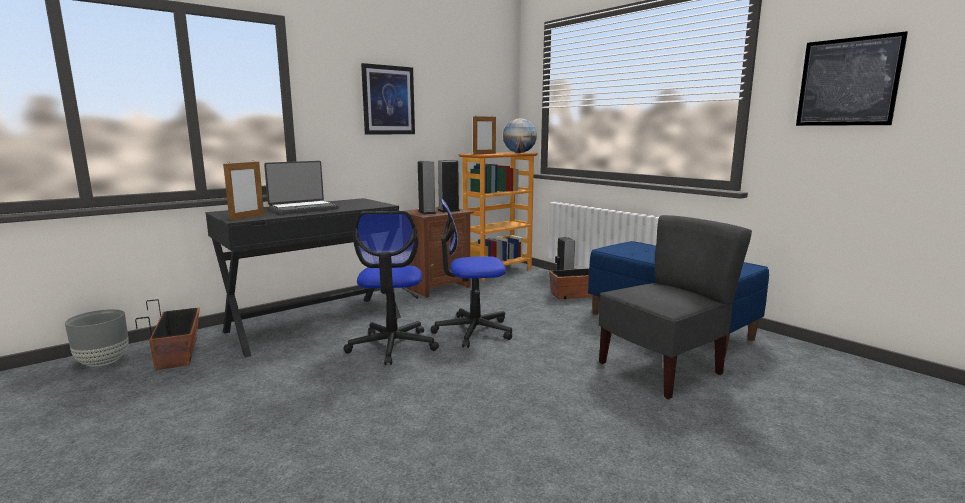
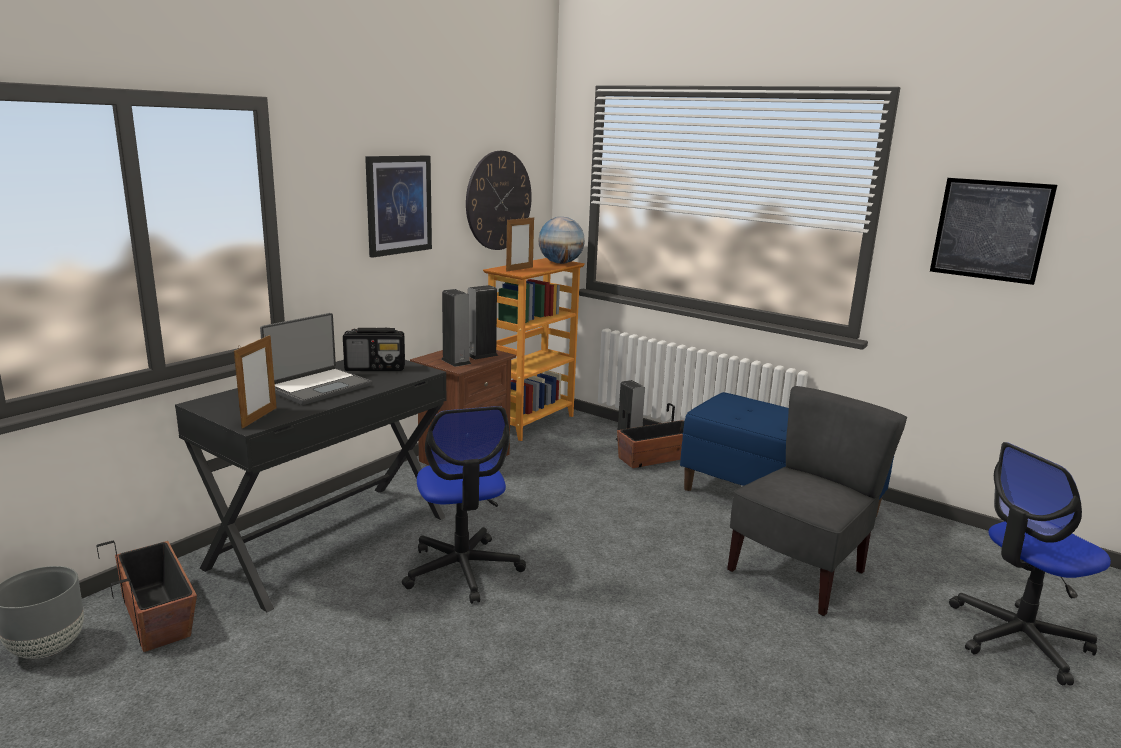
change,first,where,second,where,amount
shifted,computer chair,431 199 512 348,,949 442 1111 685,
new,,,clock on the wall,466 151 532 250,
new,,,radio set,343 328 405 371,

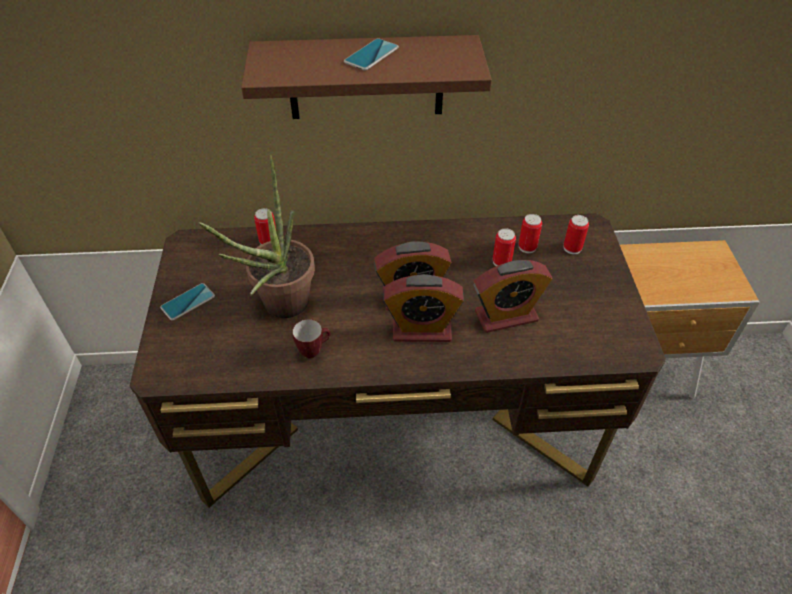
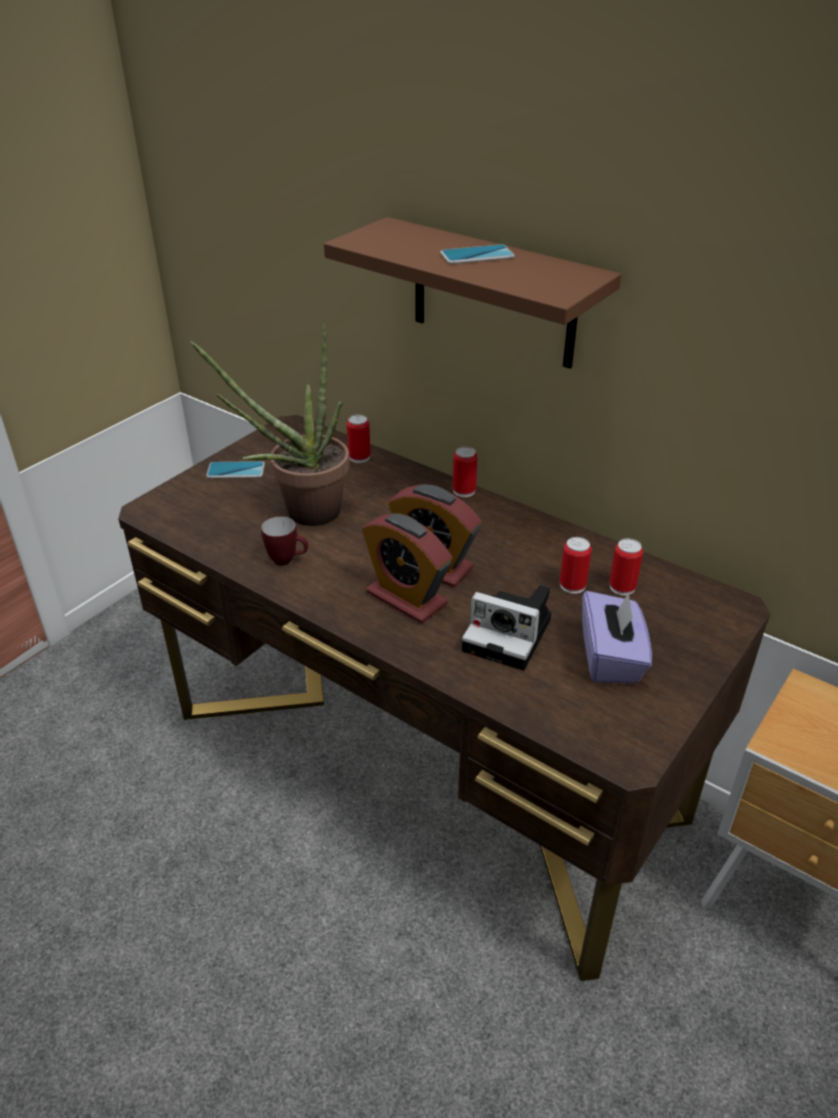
change,first,where,second,where,amount
shifted,can,563 215 589 254,,453 446 478 497,
swapped,table clock,473 260 553 333,photo camera,462 585 552 671,
new,,,box of tissues (purple-coloured),582 591 652 683,

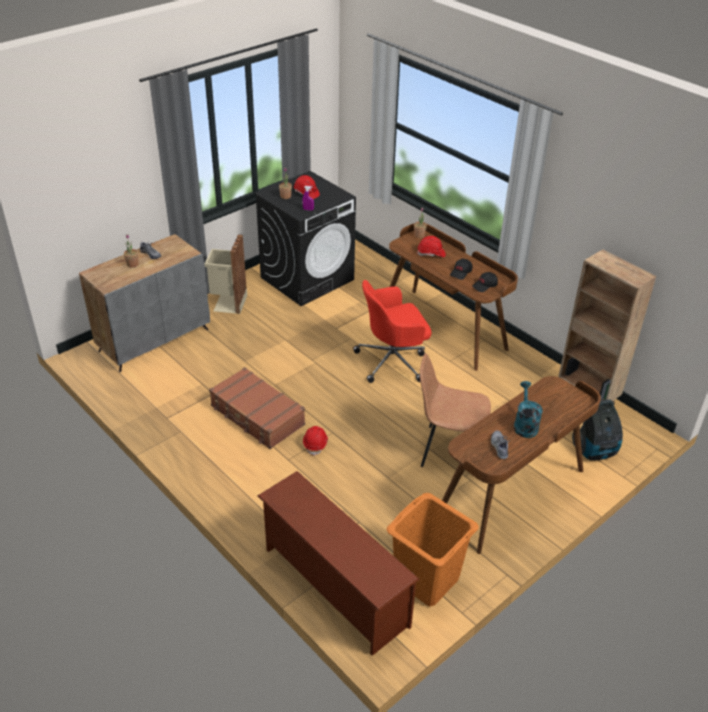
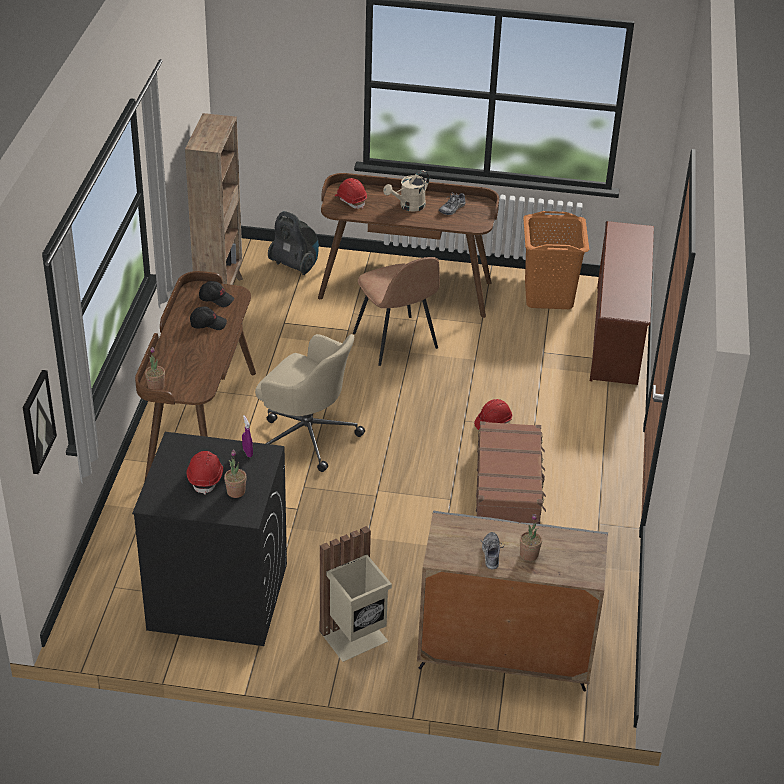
change,first,where,second,where,amount
shifted,work helmet (reddish),417 236 446 257,,334 178 367 209,
repainted,computer chair (reddish),353 280 431 383,computer chair (beige),255 334 365 472,
repainted,watering pot (turquoise-coloured),514 381 543 438,watering pot (beige),383 170 429 212,
new,,,wall picture,23 370 57 474,

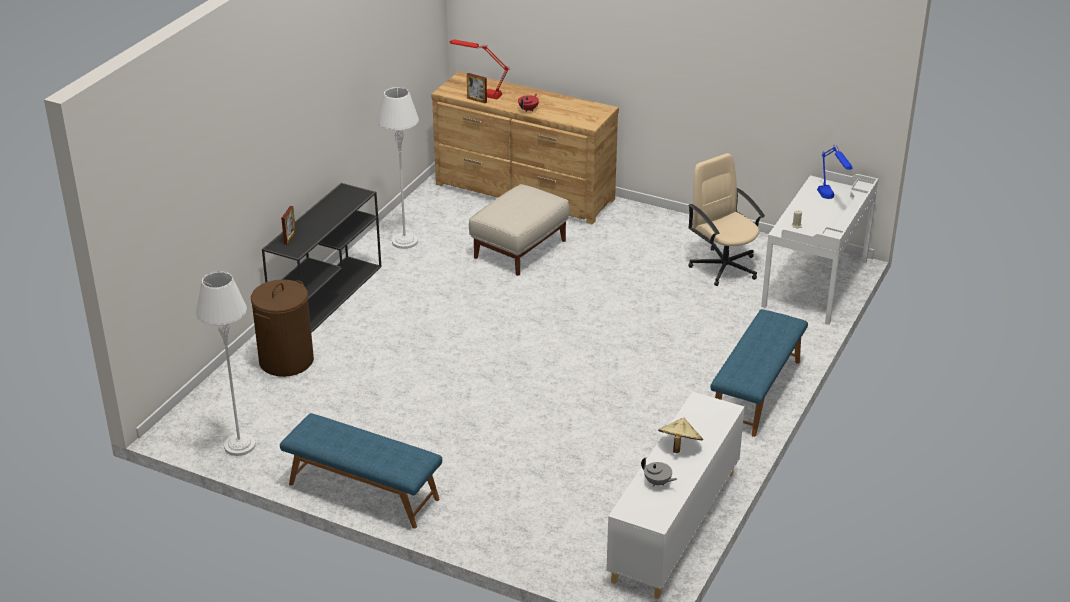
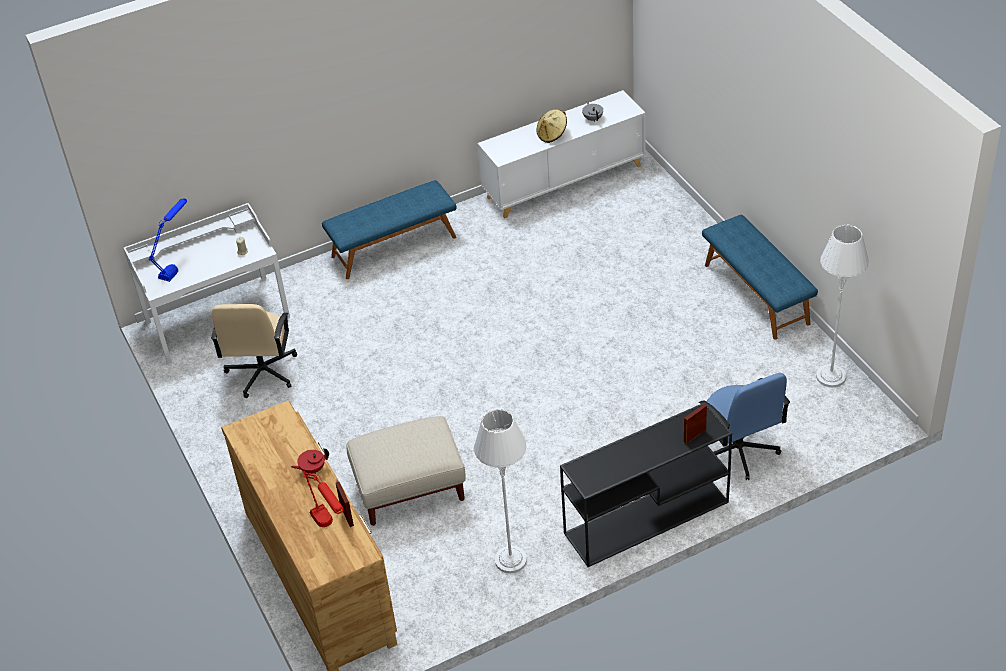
change,first,where,second,where,amount
swapped,washing basket (brown-coloured),251 279 314 377,computer chair (bluish),699 373 790 480,

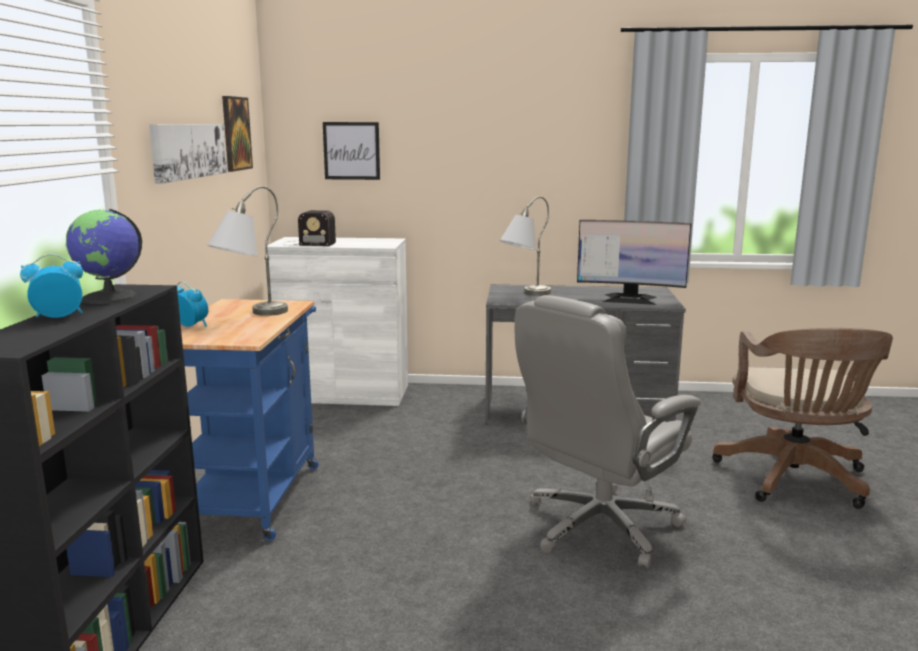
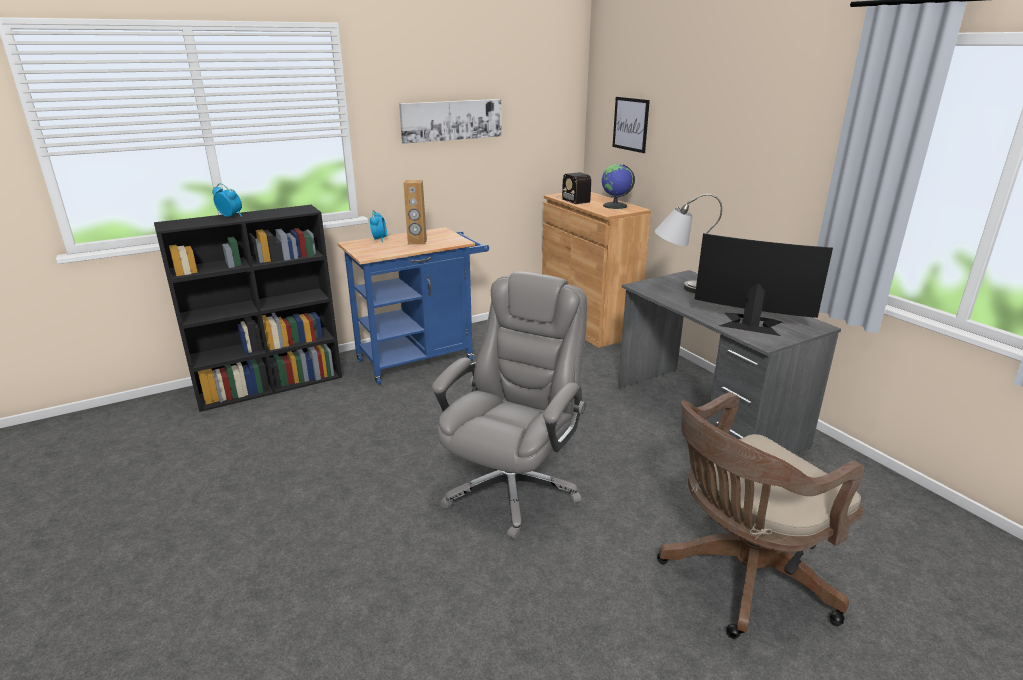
change,first,where,second,where,amount
gone,wall picture,222 96 253 172,,,
swapped,table lamp (grey),207 186 288 316,loudspeaker (brown-coloured),404 180 427 245,
shifted,globe,66 209 142 304,,602 164 635 209,
rotated,computer screen,577 220 691 305,,695 233 833 336,135 degrees clockwise
repainted,cabinet (white),264 237 408 406,cabinet (brown-coloured),542 192 651 348,
rotated,computer chair (grey),515 295 701 568,,432 271 587 540,105 degrees clockwise

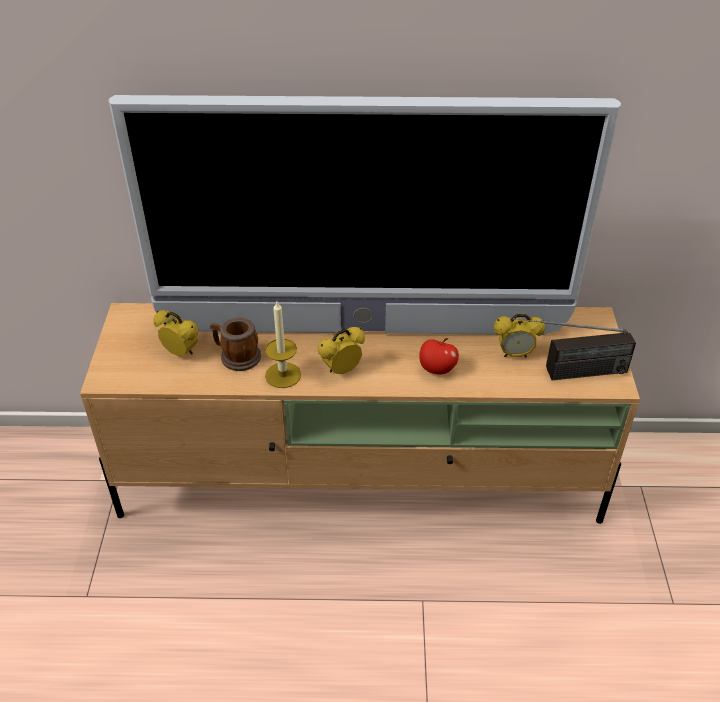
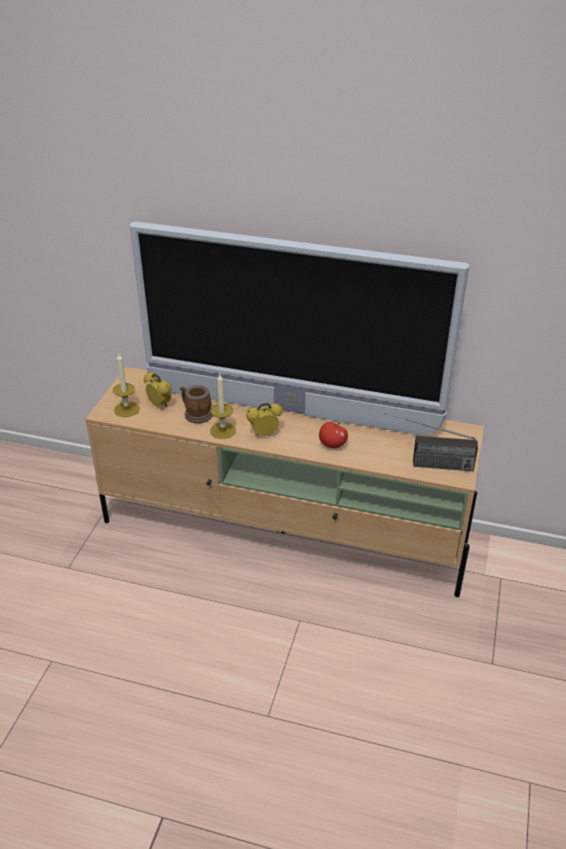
change,first,where,second,where,amount
gone,table clock,494 314 545 358,,,
new,,,candle,113 354 139 417,

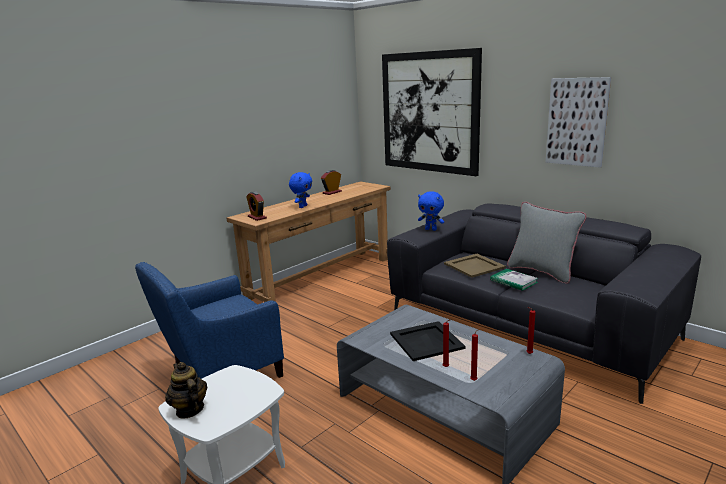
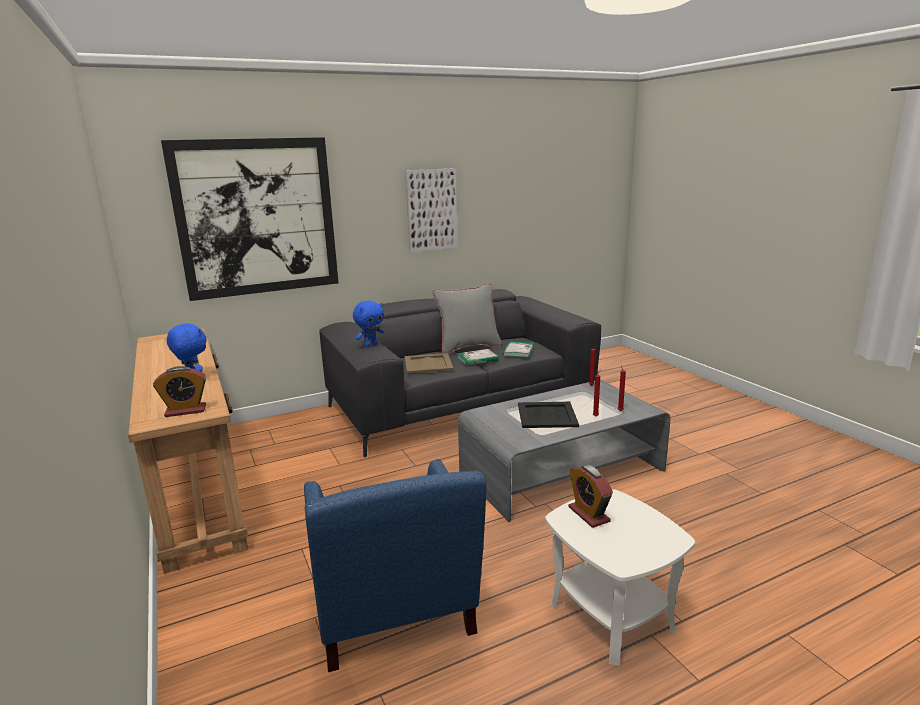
change,first,where,second,where,amount
shifted,table clock,321 170 342 195,,568 465 613 528,
gone,teapot,165 362 207 418,,,
new,,,volume,503 341 534 358,

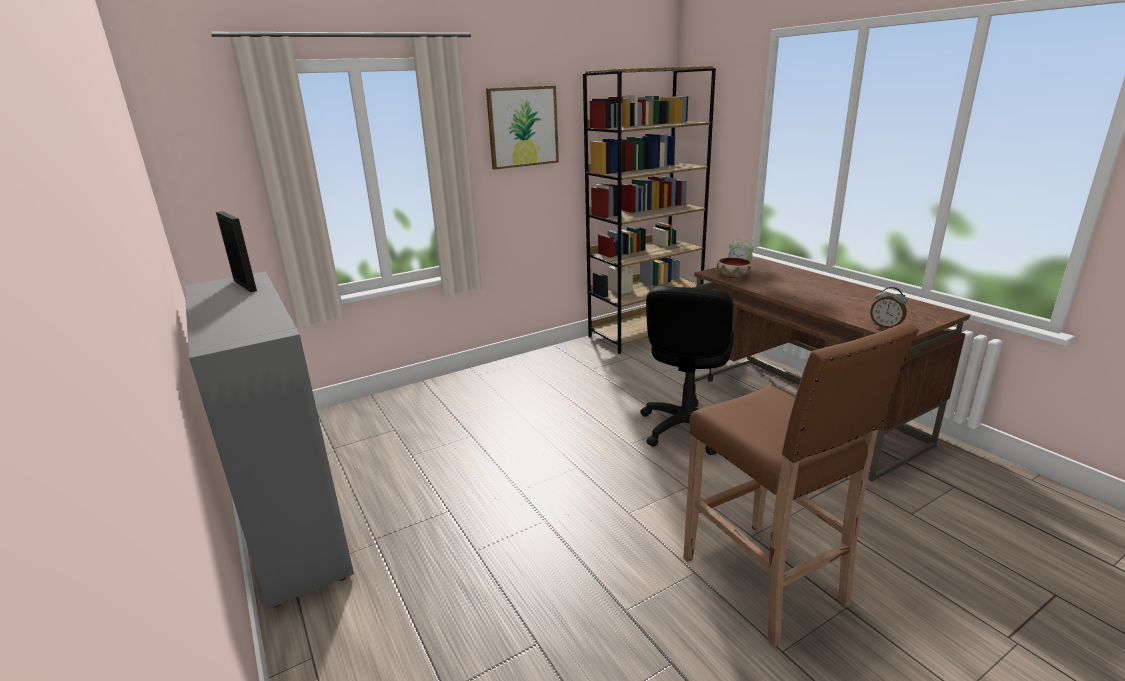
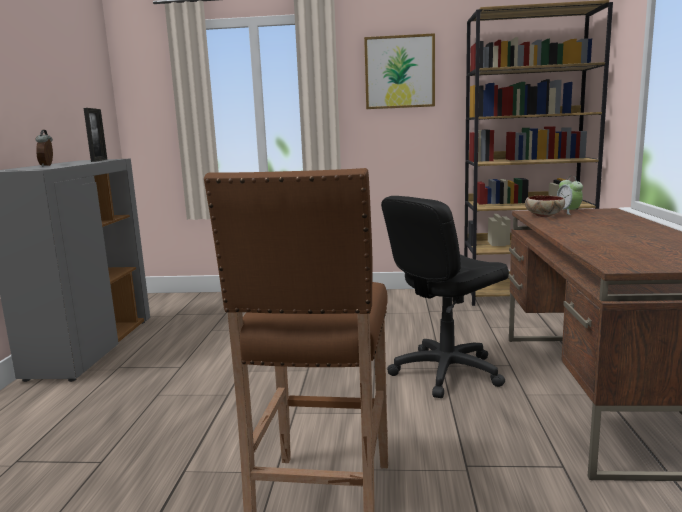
change,first,where,second,where,amount
shifted,table clock,870 287 907 328,,36 130 53 166,

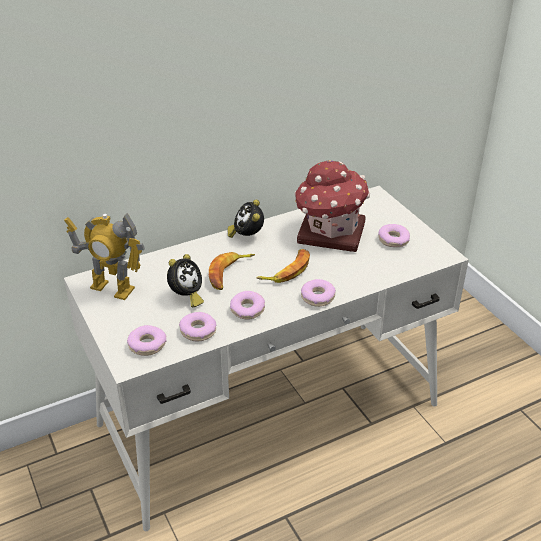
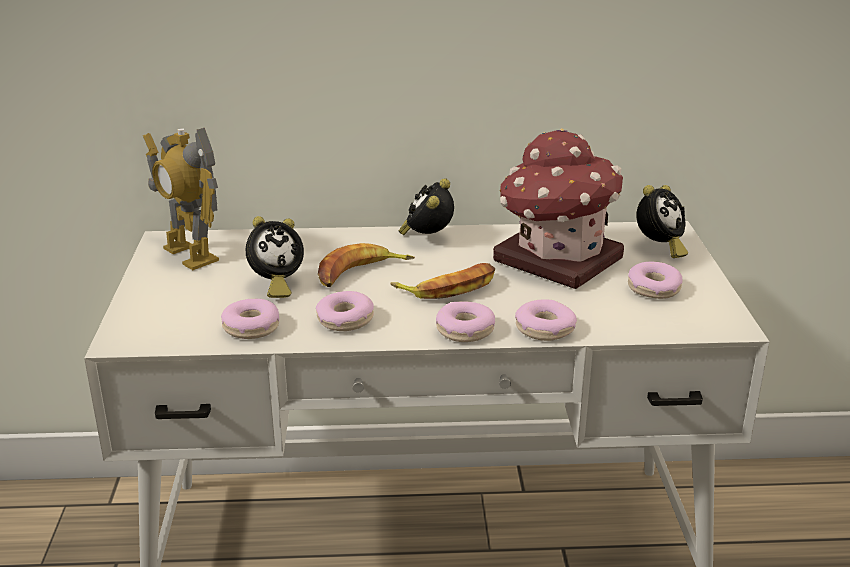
change,first,where,second,where,amount
shifted,donut,127 325 166 356,,515 299 577 341,
new,,,table clock,636 185 688 258,

